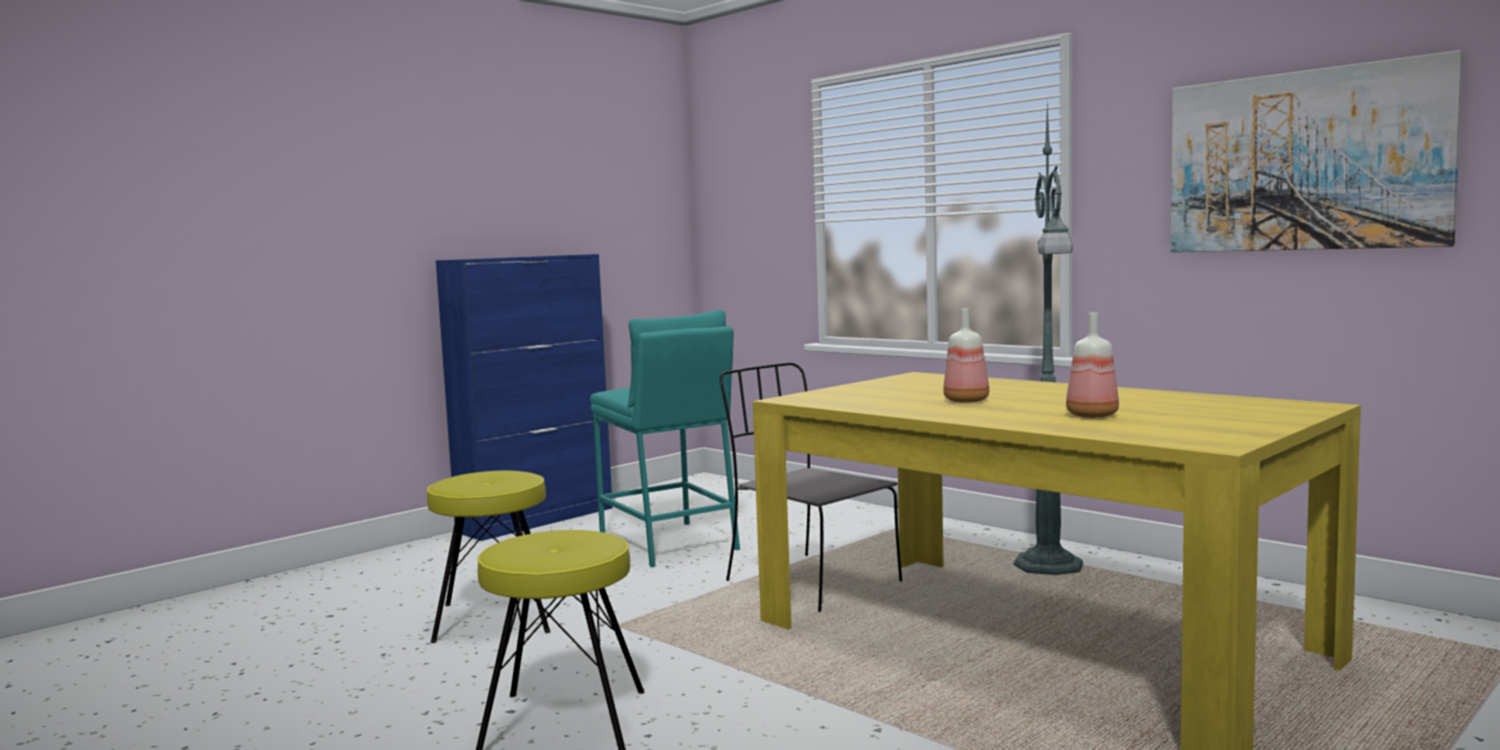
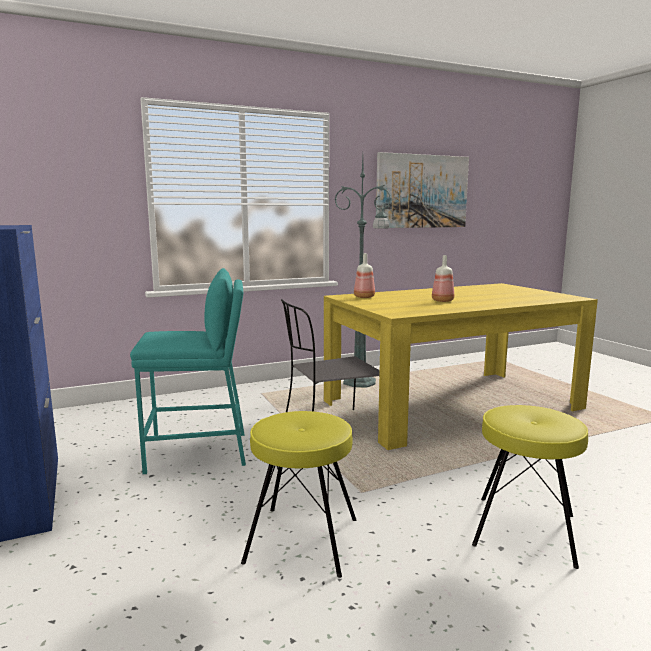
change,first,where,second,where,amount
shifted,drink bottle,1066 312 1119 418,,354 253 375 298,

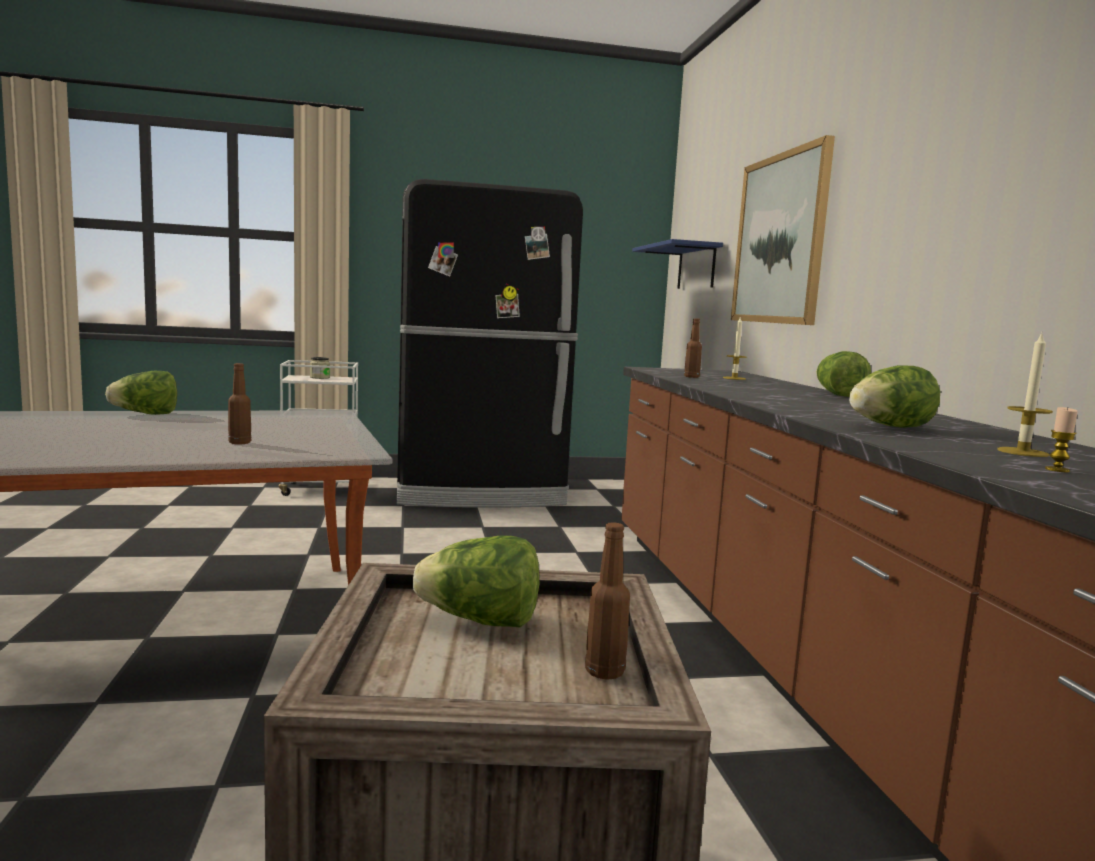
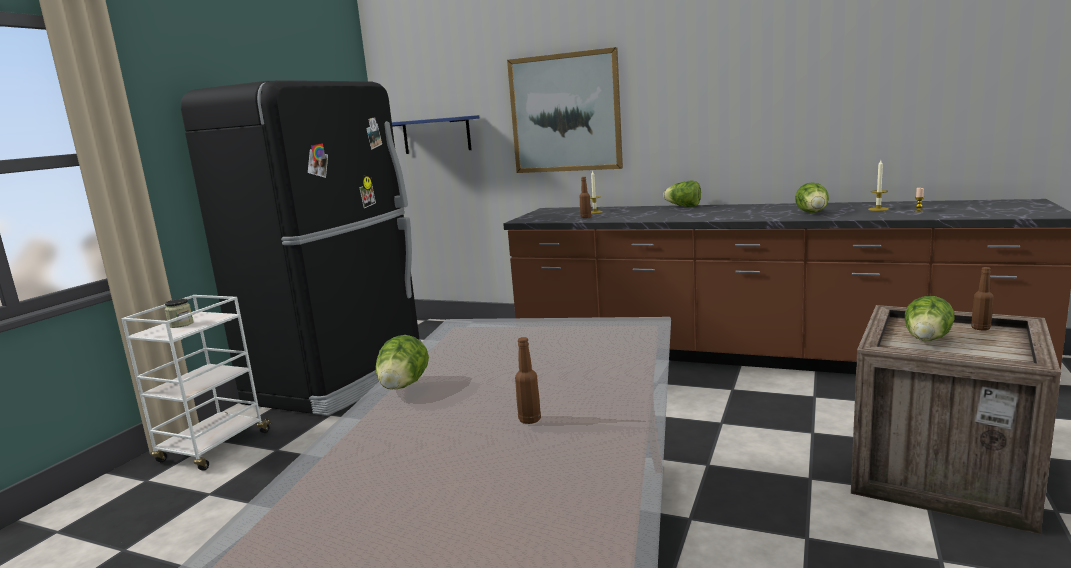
change,first,where,second,where,amount
shifted,drink bottle (brown-coloured),228 363 251 444,,515 337 541 424,

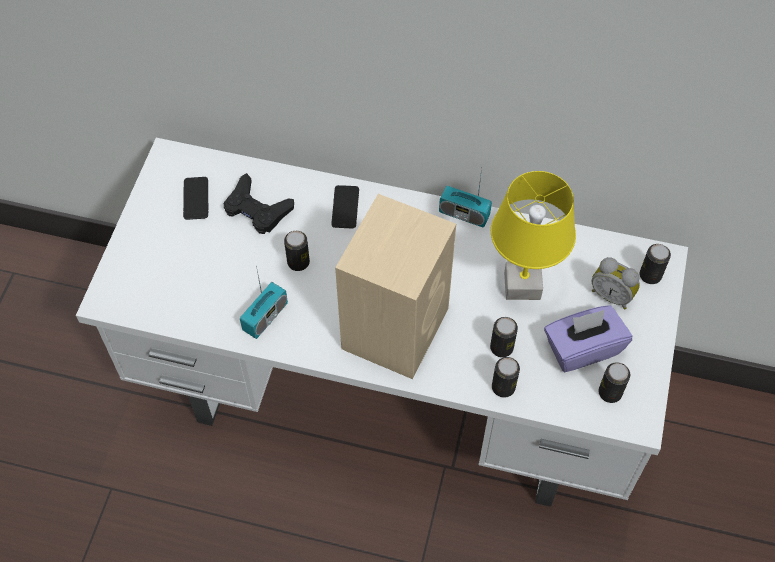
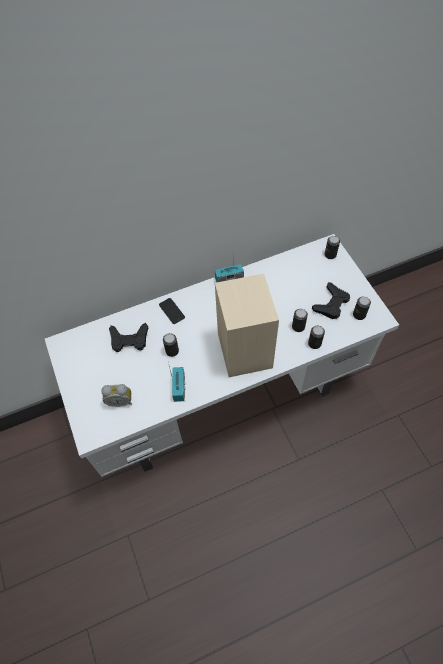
change,first,where,second,where,amount
gone,table lamp (yellowish),491 171 576 300,,,
gone,telephone,183 177 208 220,,,
shifted,table clock,592 257 640 310,,101 384 132 407,
swapped,box of tissues (purple-coloured),544 305 633 372,joypad (black-coloured),312 282 350 319,

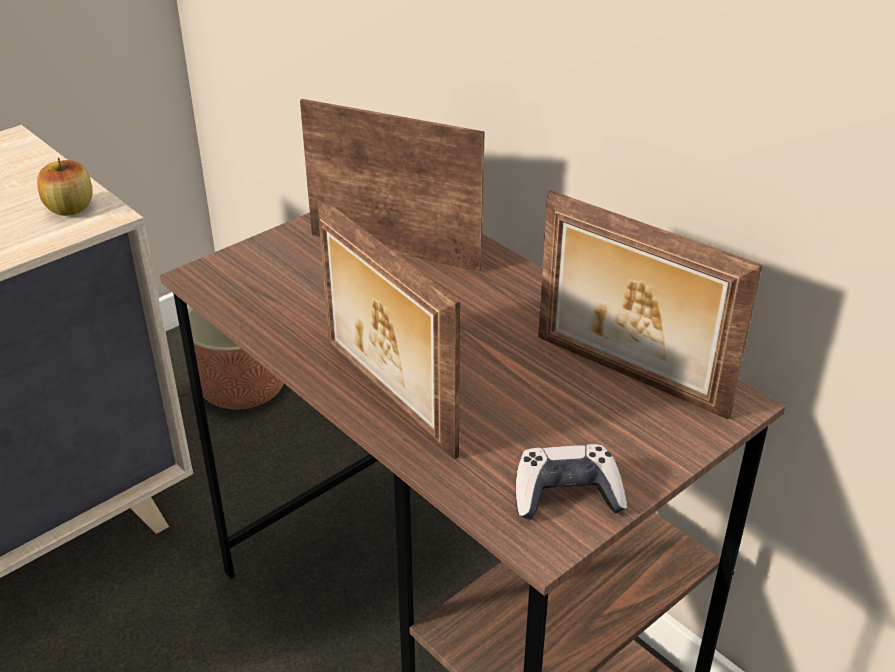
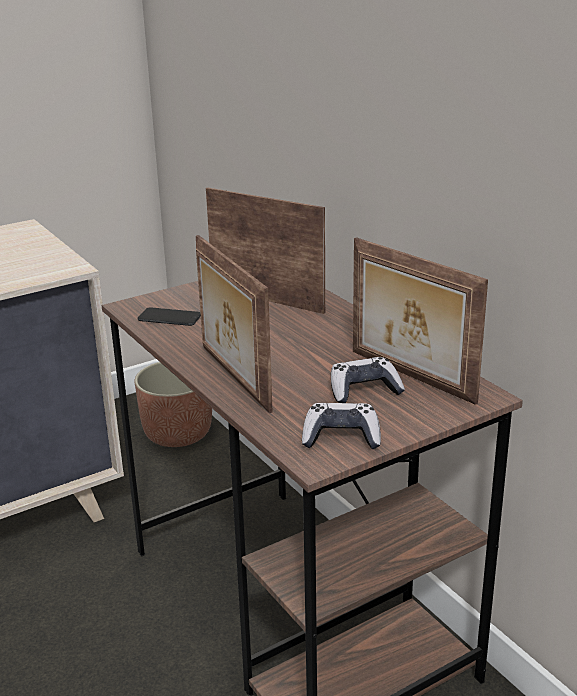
change,first,where,second,where,amount
gone,apple fruit,37 158 93 216,,,
new,,,telephone,137 307 201 326,
new,,,joypad,331 357 405 403,

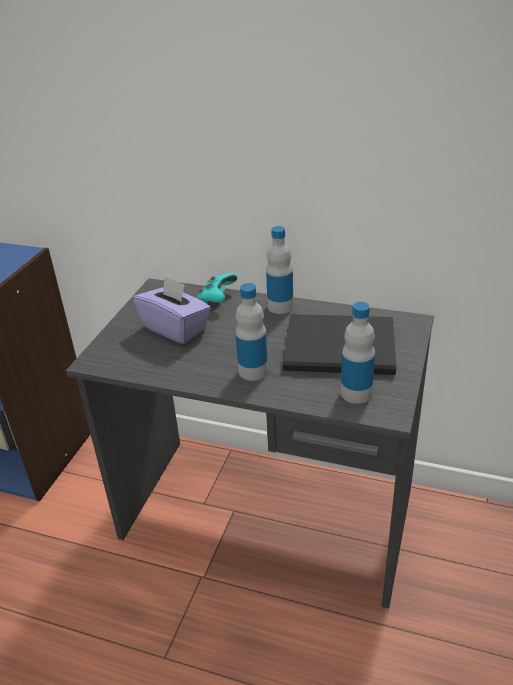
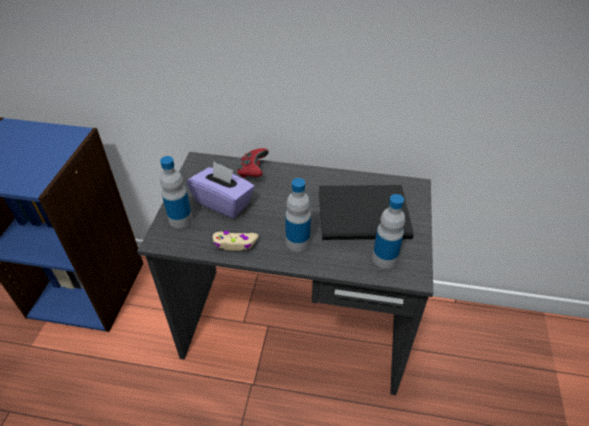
change,first,where,second,where,amount
shifted,drink bottle,266 226 293 314,,160 156 192 228,
repainted,joypad (turquoise-coloured),197 273 238 304,joypad (reddish),237 148 269 178,
new,,,joypad (beige),213 231 259 251,

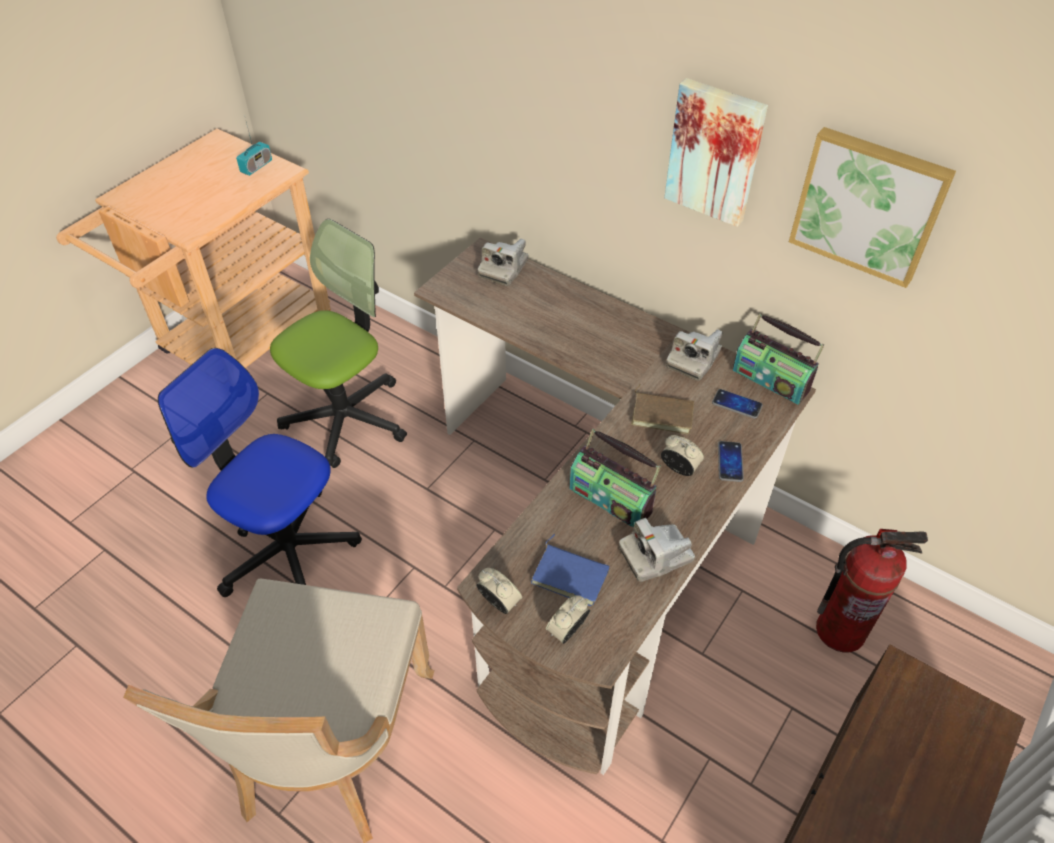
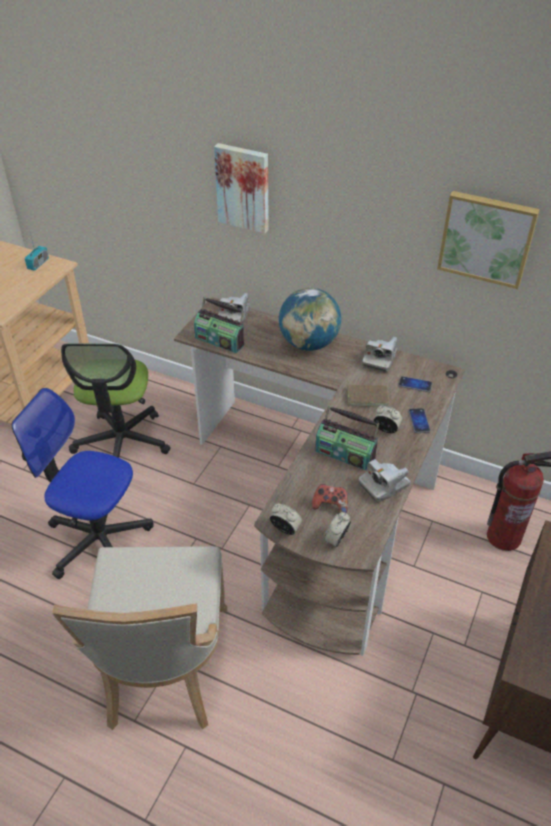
change,first,where,second,where,amount
shifted,wall picture,664 78 768 227,,214 143 269 233,
rotated,computer chair,270 219 407 468,,61 343 171 458,150 degrees clockwise
shifted,radio set,733 313 825 404,,194 297 244 353,
swapped,volume (bluish),530 534 610 607,joypad,312 484 348 513,
new,,,globe,279 288 341 351,

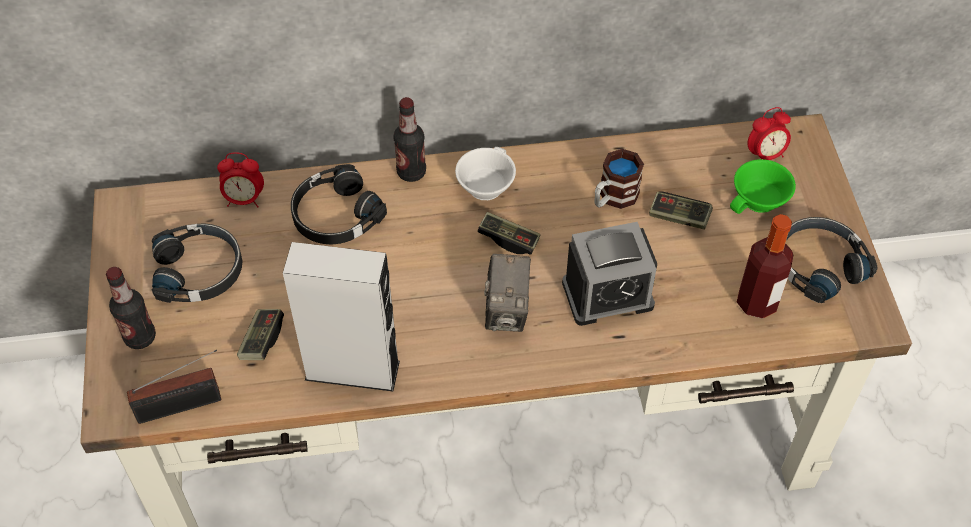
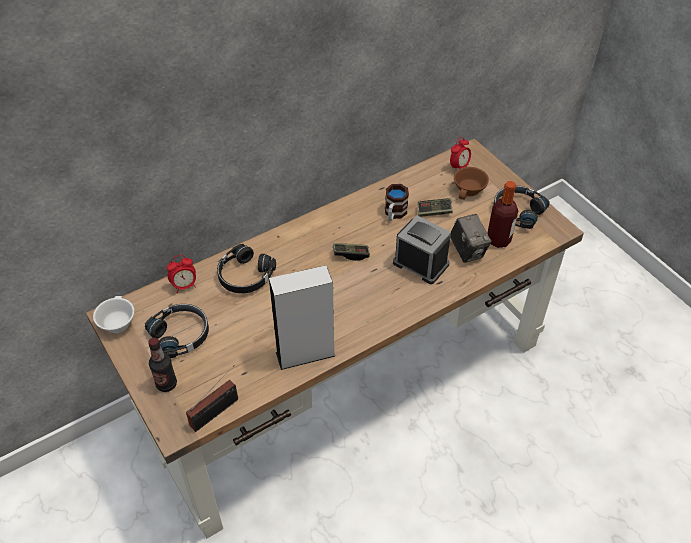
change,first,where,second,where,amount
gone,drink bottle,393 97 426 182,,,
shifted,drinking cup (white),455 147 516 200,,93 296 134 333,
repainted,drinking cup (green),730 159 796 214,drinking cup (brown-coloured),454 167 489 200,
rotated,table clock,562 222 657 326,,393 216 451 284,105 degrees counterclockwise
shifted,photo camera,484 254 531 332,,450 214 492 263,
gone,joypad,237 309 284 360,,,

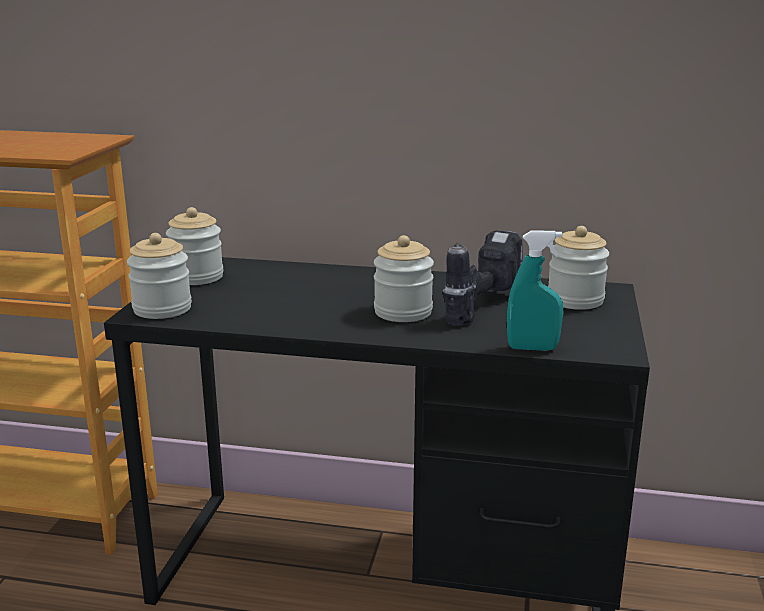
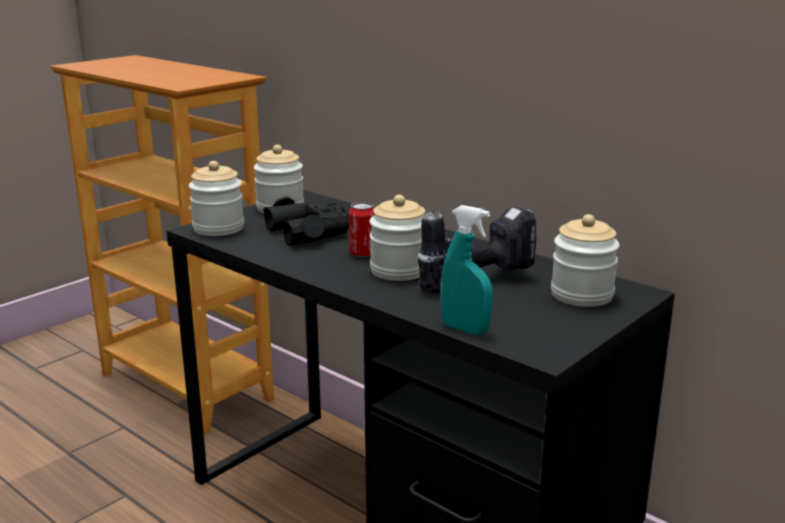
change,first,where,second,where,amount
new,,,pair of binoculars (black-coloured),263 197 349 246,
new,,,can,349 202 375 257,

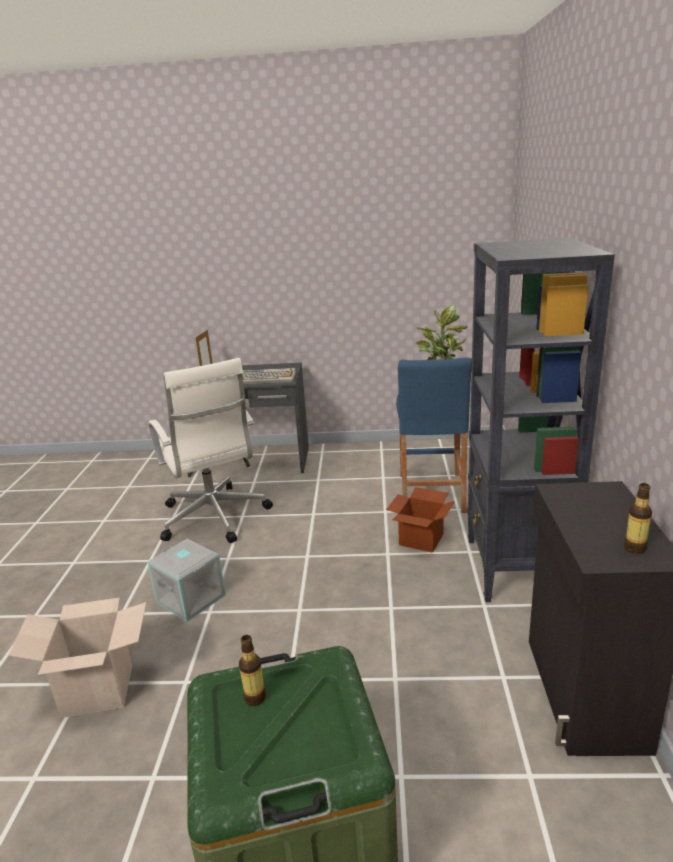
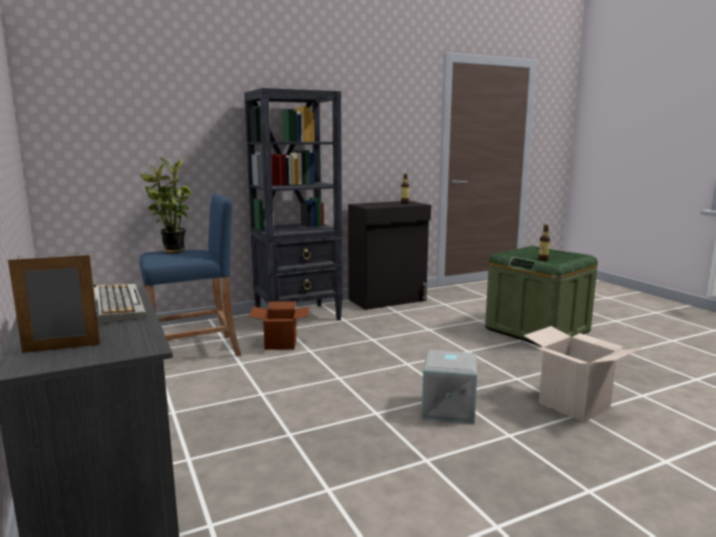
change,first,where,second,where,amount
gone,computer chair (white),149 358 273 543,,,

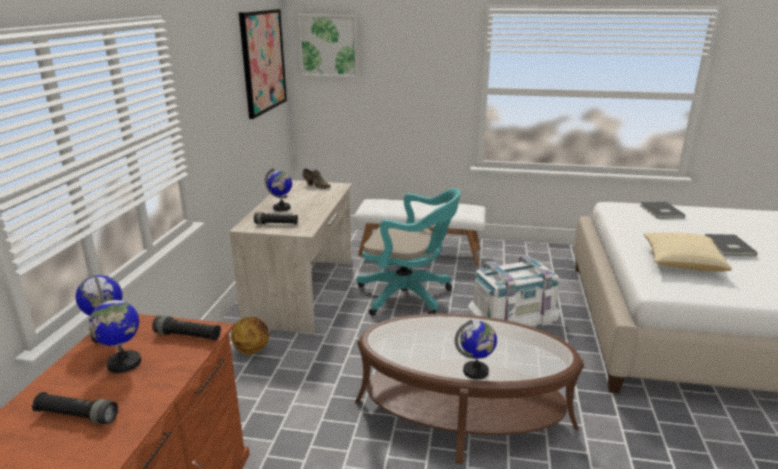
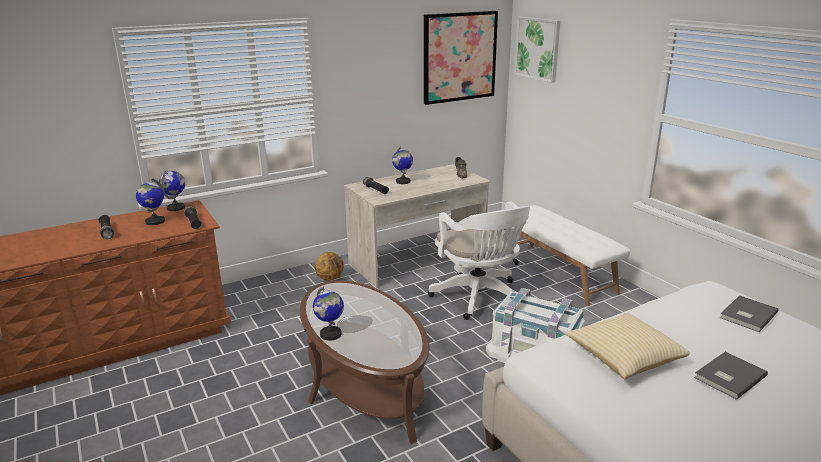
change,first,where,second,where,amount
repainted,computer chair (turquoise-coloured),356 188 461 316,computer chair (white),428 202 530 320,

